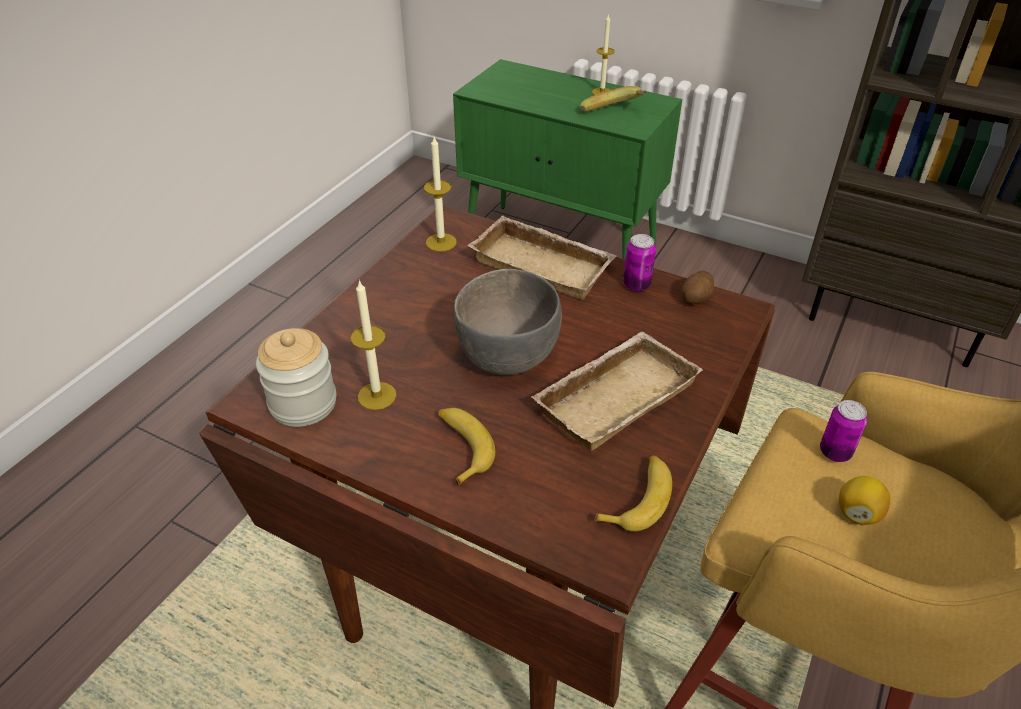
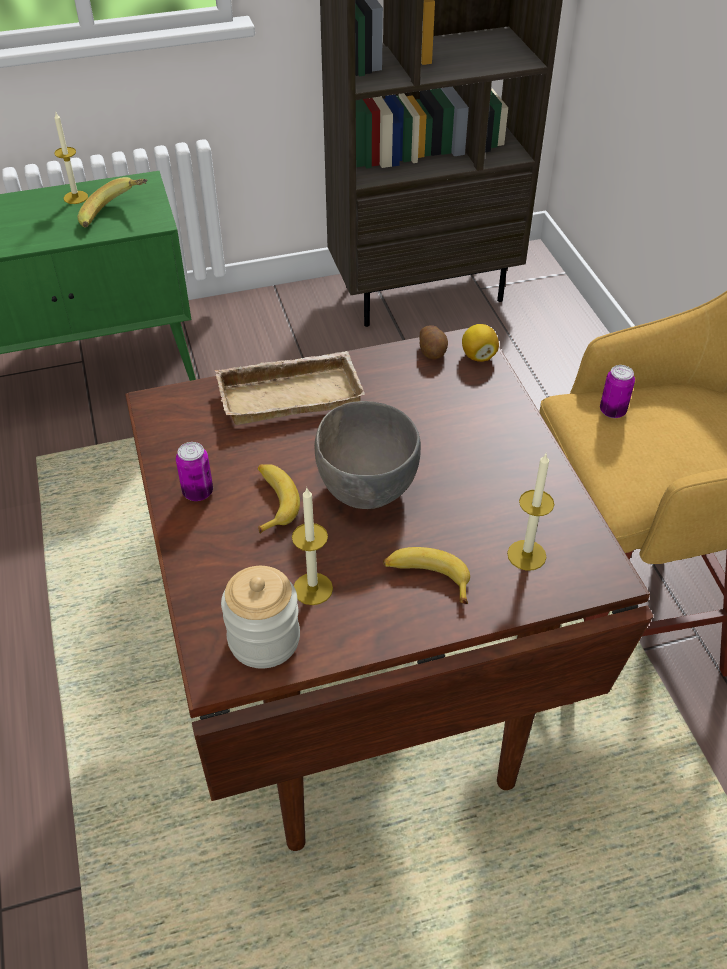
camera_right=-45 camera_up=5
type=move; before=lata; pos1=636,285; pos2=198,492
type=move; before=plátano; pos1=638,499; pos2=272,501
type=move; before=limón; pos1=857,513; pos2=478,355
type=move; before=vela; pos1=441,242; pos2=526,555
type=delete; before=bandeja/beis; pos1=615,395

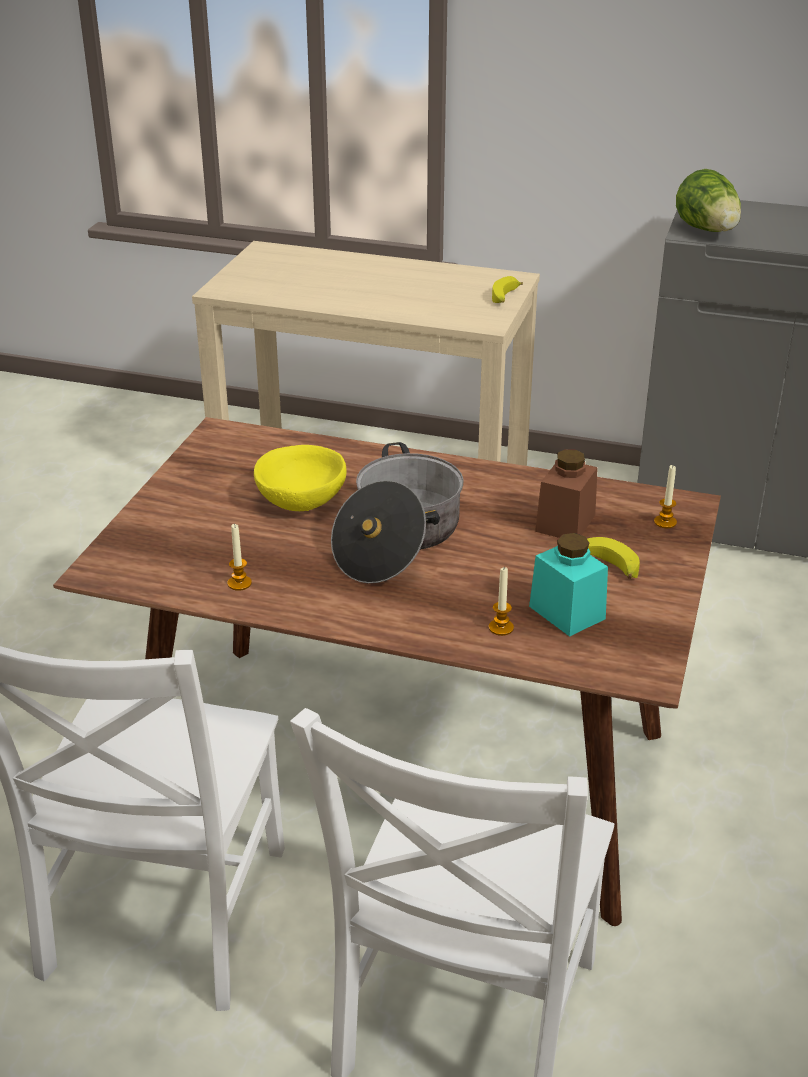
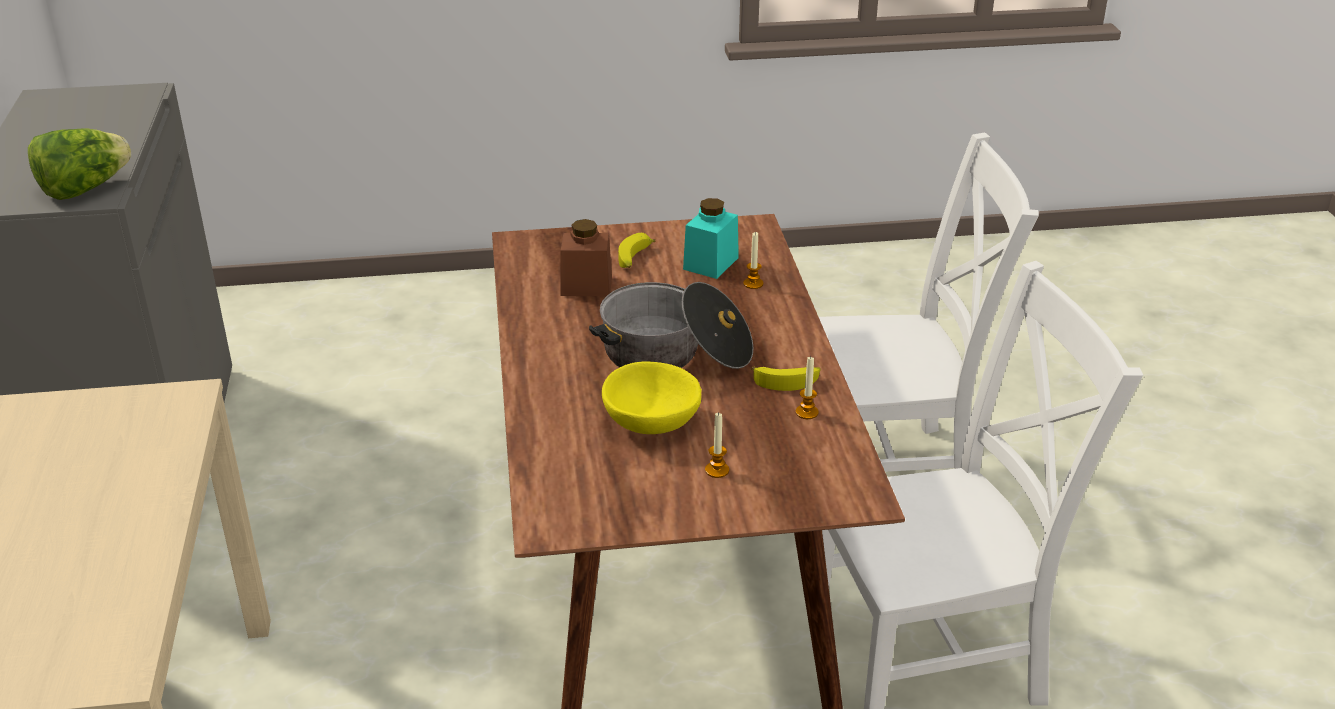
camera_right=-115 camera_up=0
type=move; before=vela; pos1=665,522; pos2=717,470
type=move; before=plátano; pos1=505,298; pos2=787,381

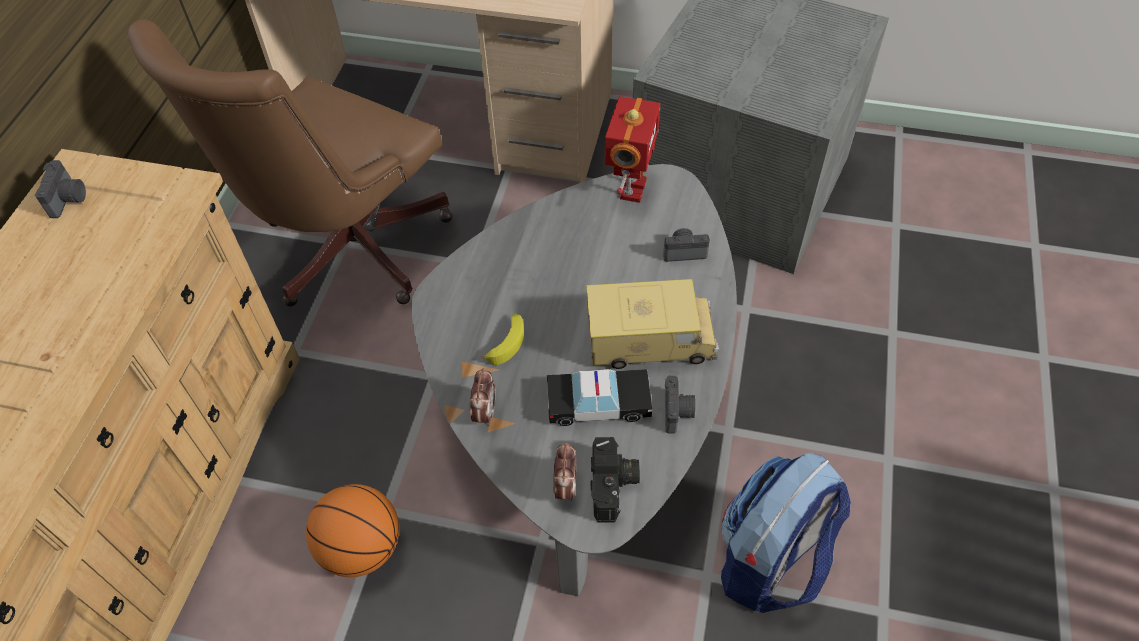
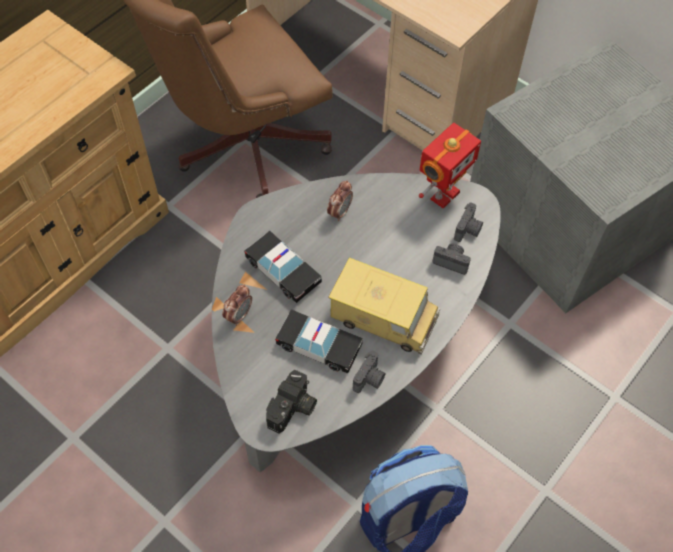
camera_right=25 camera_up=5
type=replace; before=plátano; after=coche de juguete; pos1=506,342; pos2=283,271
type=move; before=despertador; pos1=565,487; pos2=339,212
type=move; before=cámara; pos1=69,199; pos2=468,230
type=delete; before=balón de baloncesto; pos1=362,548

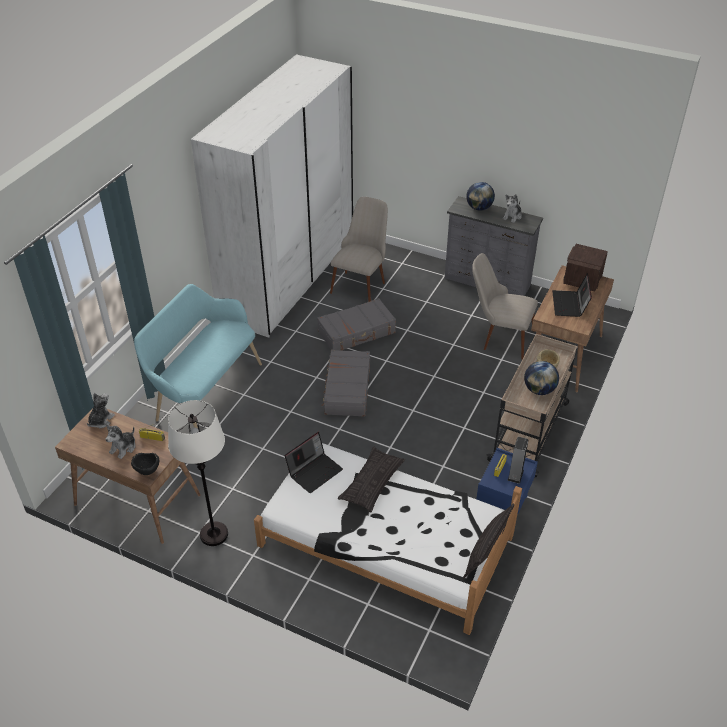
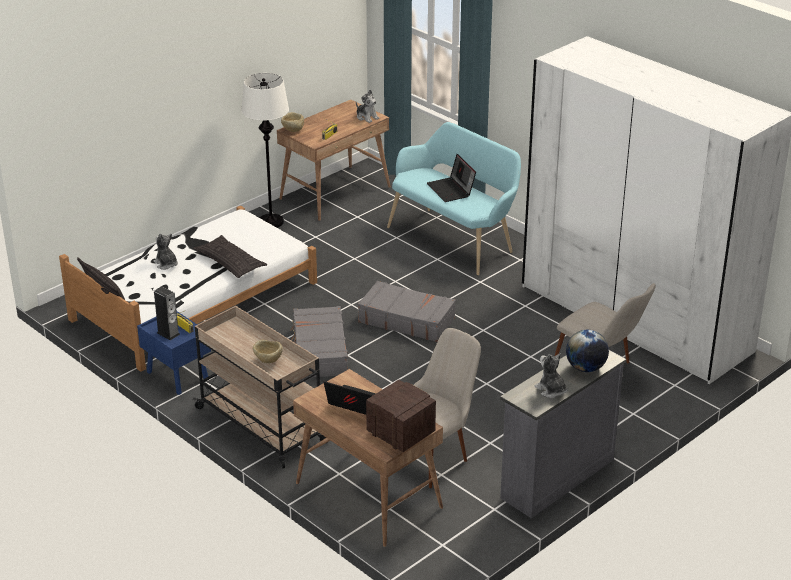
camera_right=110 camera_up=-10
type=move; before=peluche; pos1=123,448; pos2=166,264
type=recolor; before=cuenco/negro; after=cuenco/beis; pos1=147,471; pos2=293,130
type=move; before=maleta/gris; pos1=357,332; pos2=319,351
type=move; before=portátil; pos1=314,471; pos2=451,190
type=delete; before=globo terráqueo; pos1=539,390

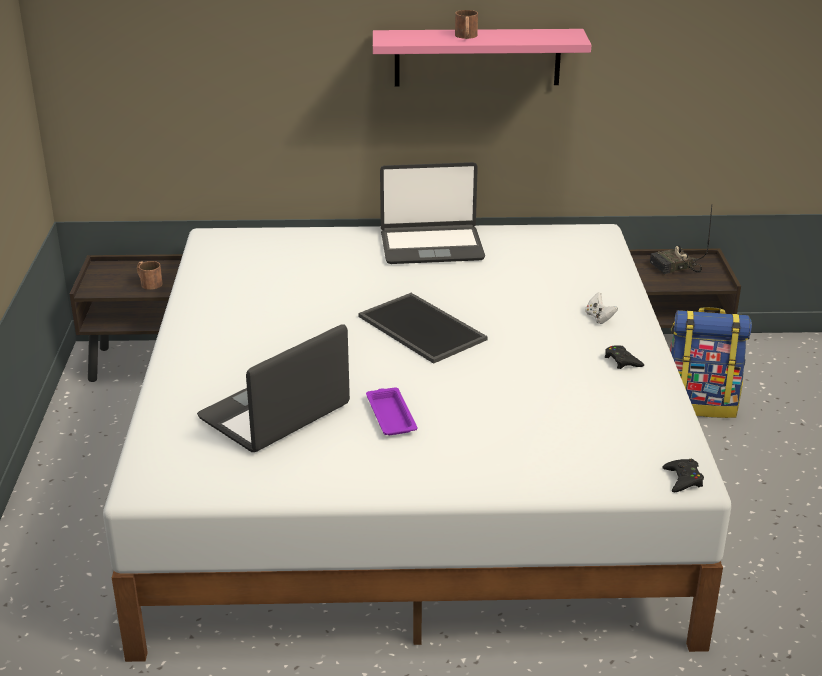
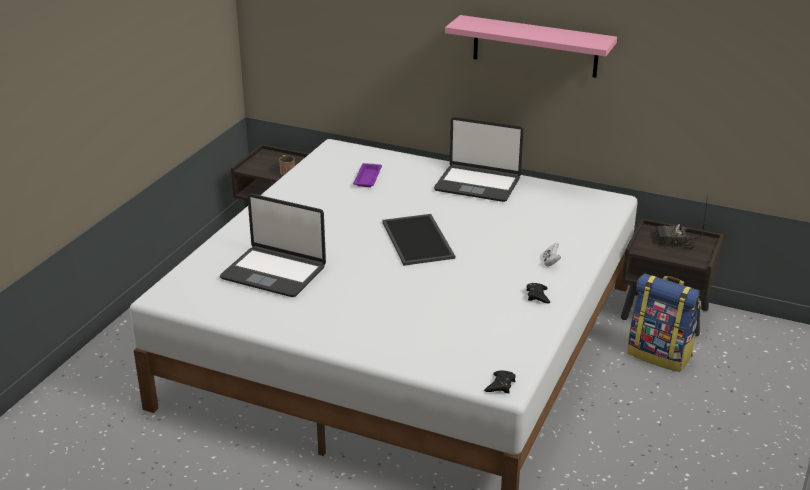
camera_right=25 camera_up=0
type=rotate; before=portátil; pos1=275,413; pos2=274,272; turn=-135
type=move; before=bandeja/morado; pos1=390,415; pos2=368,177
type=delete; before=taza grande/marrón; pos1=466,37

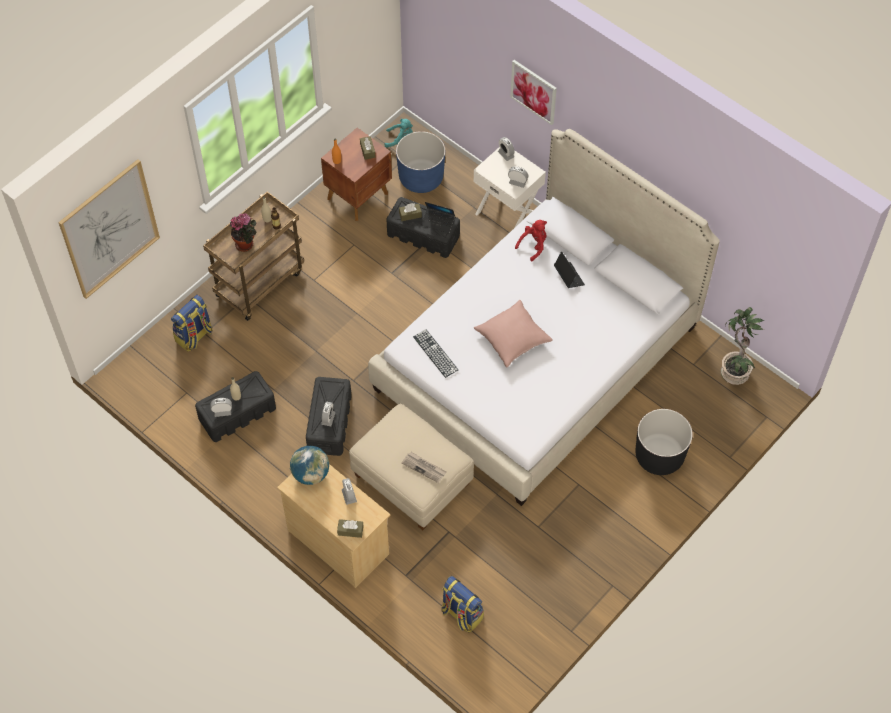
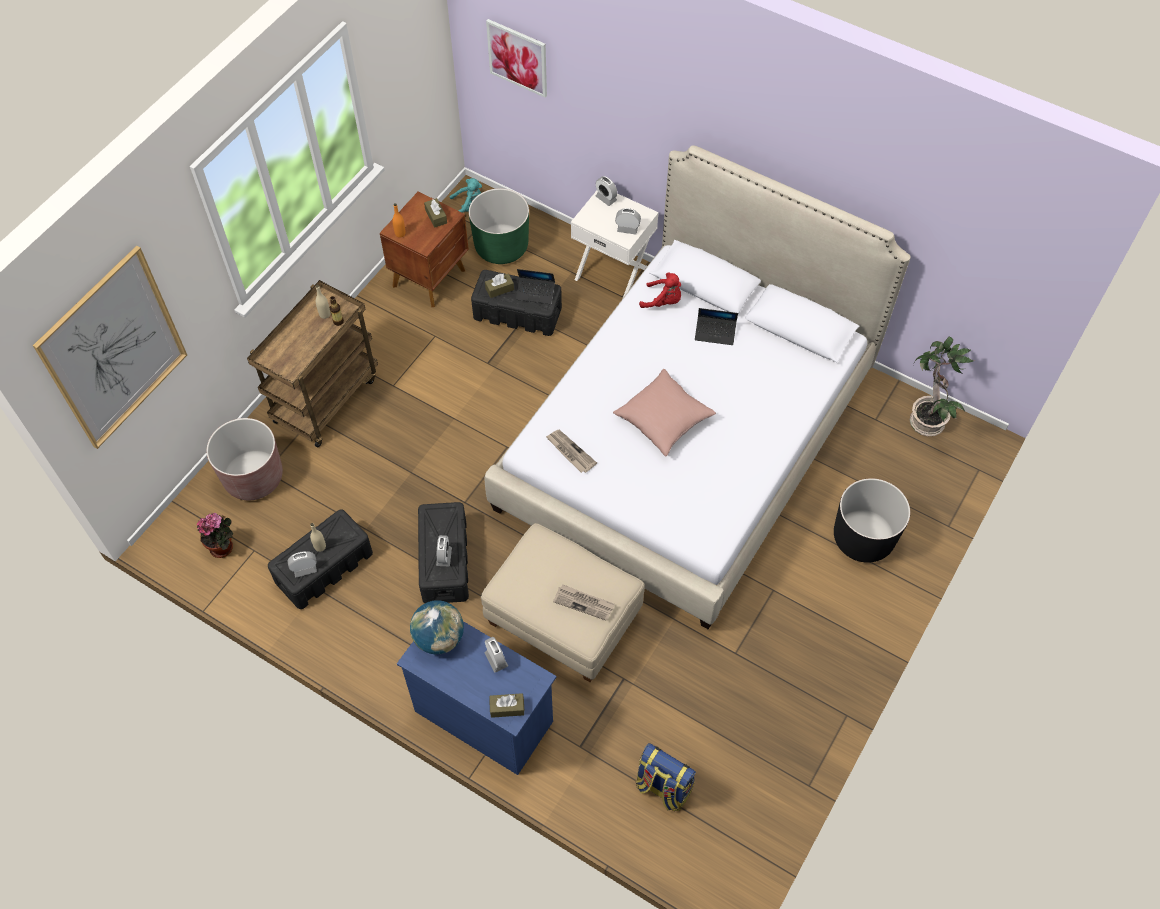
camera_right=-10 camera_up=0
type=move; before=planta en maceta; pos1=246,244; pos2=223,547
type=replace; before=mochila; after=maceta/marrón; pos1=194,336; pos2=253,477
type=recolor; before=cómoda/beis; after=cómoda/azul; pos1=338,541; pos2=483,715
type=recolor; before=maceta/azul; after=maceta/verde; pos1=421,178; pos2=501,246
type=move; before=cuadro; pos1=534,91; pos2=517,57
type=replace; before=teclado; after=periódico; pos1=435,353; pos2=570,452
type=rotate; before=peluche/rojo; pos1=533,245; pos2=663,301; turn=75
type=rotate; before=portátil; pos1=568,277; pos2=715,333; turn=135

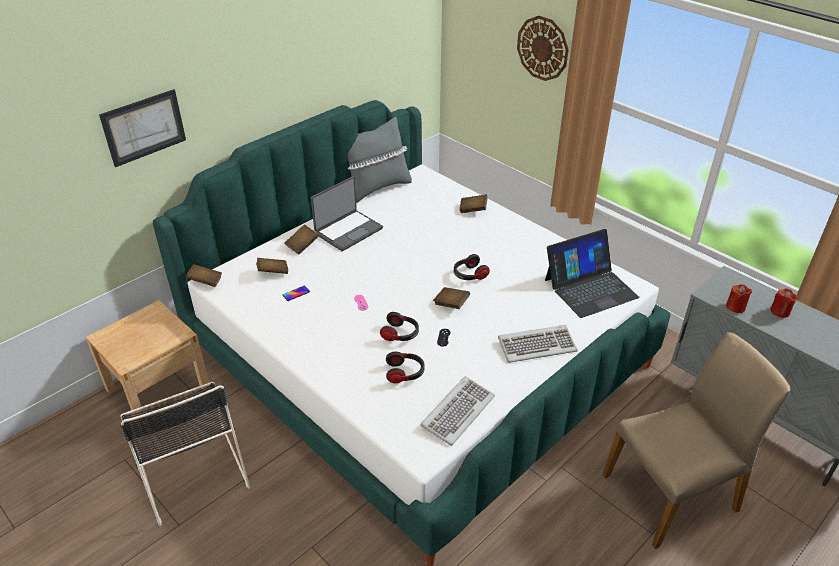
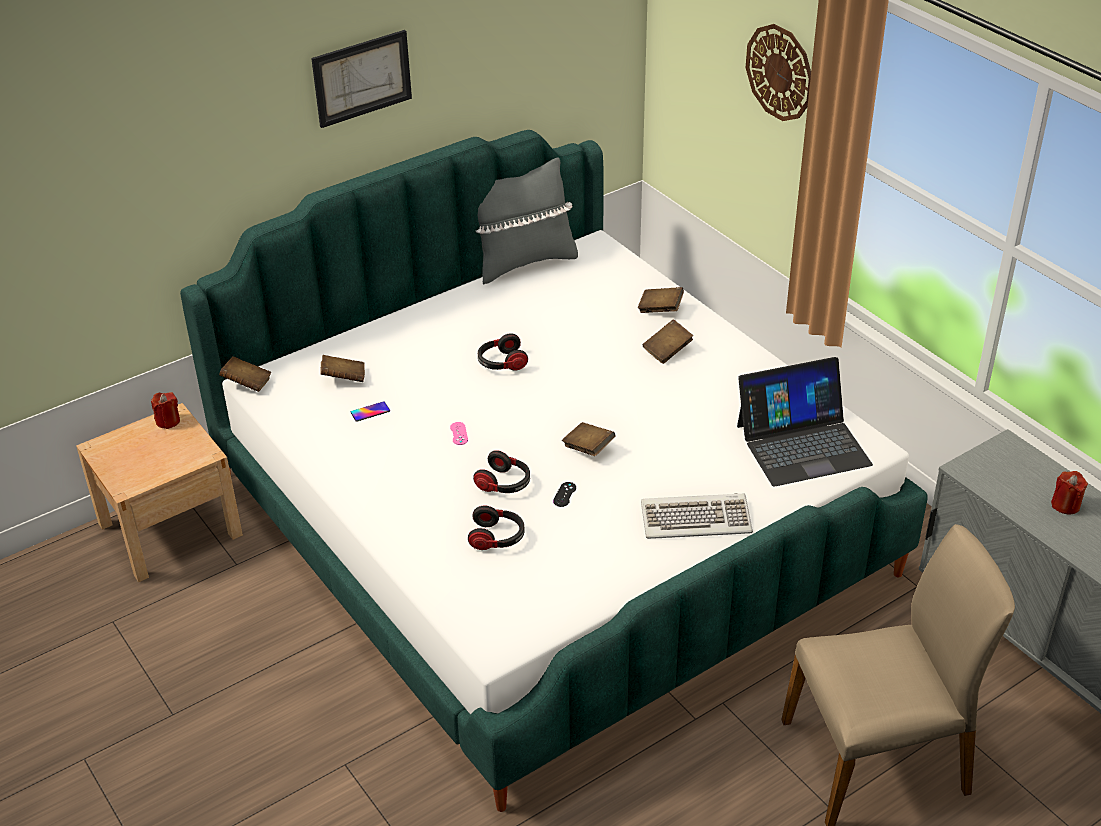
camera_right=10 camera_up=0
type=move; before=vela/rojo; pos1=735,307; pos2=168,421
type=move; before=cuadro; pos1=144,127; pos2=362,78
type=move; before=auriculares; pos1=469,275; pos2=501,363
type=move; before=libro/marrón; pos1=302,245; pos2=667,351
type=delete; before=silla/negro; pos1=192,470
type=delete; before=portátil; pos1=348,231
type=delete; before=teclado; pos1=457,412

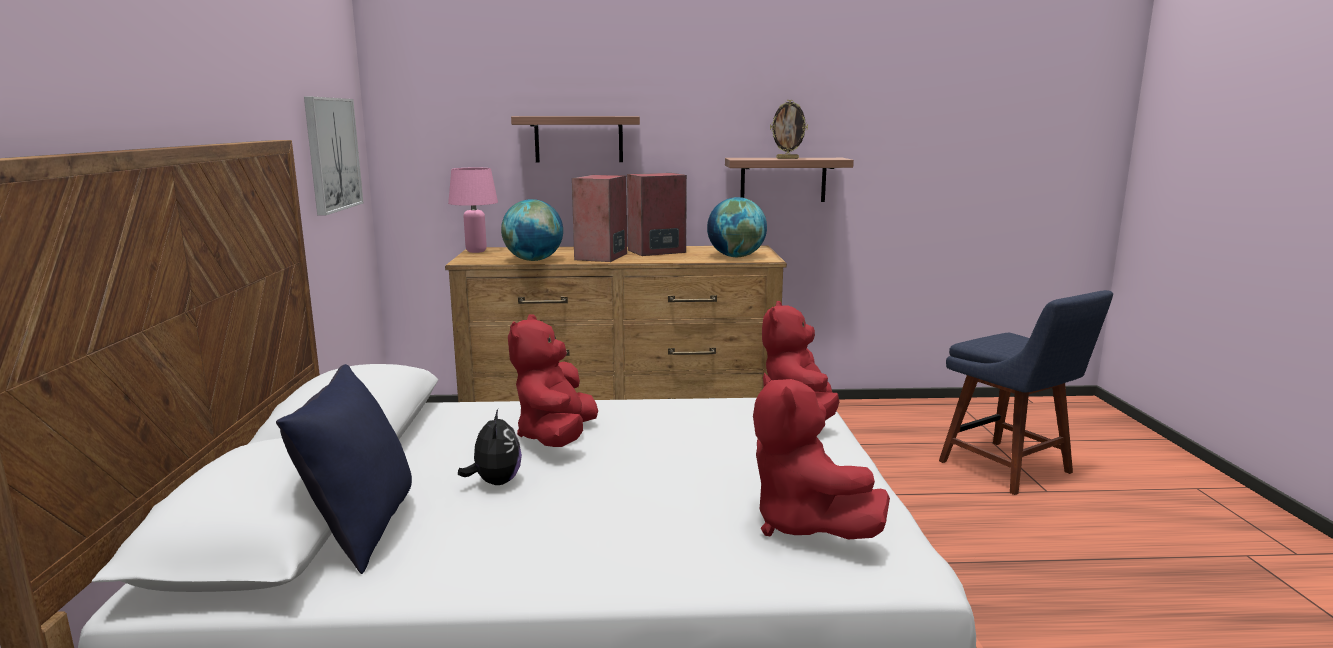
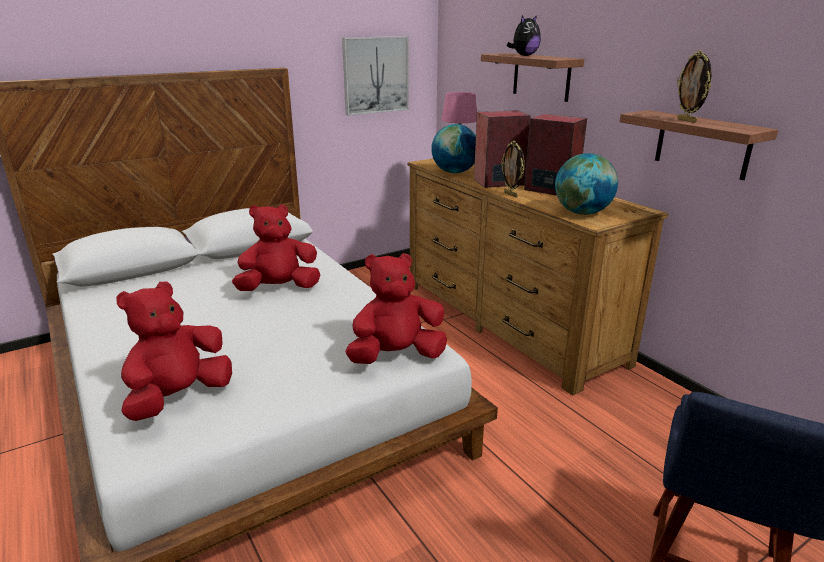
camera_right=60 camera_up=10
type=insert; after=portarretratos; pos2=511,194
type=move; before=peluche; pos1=495,482; pos2=524,55
type=delete; before=cojín/azul; pos1=360,531

